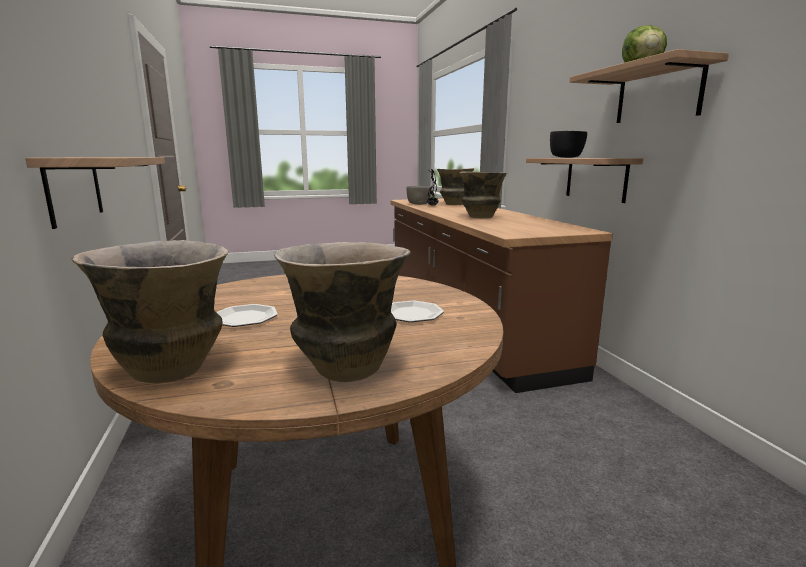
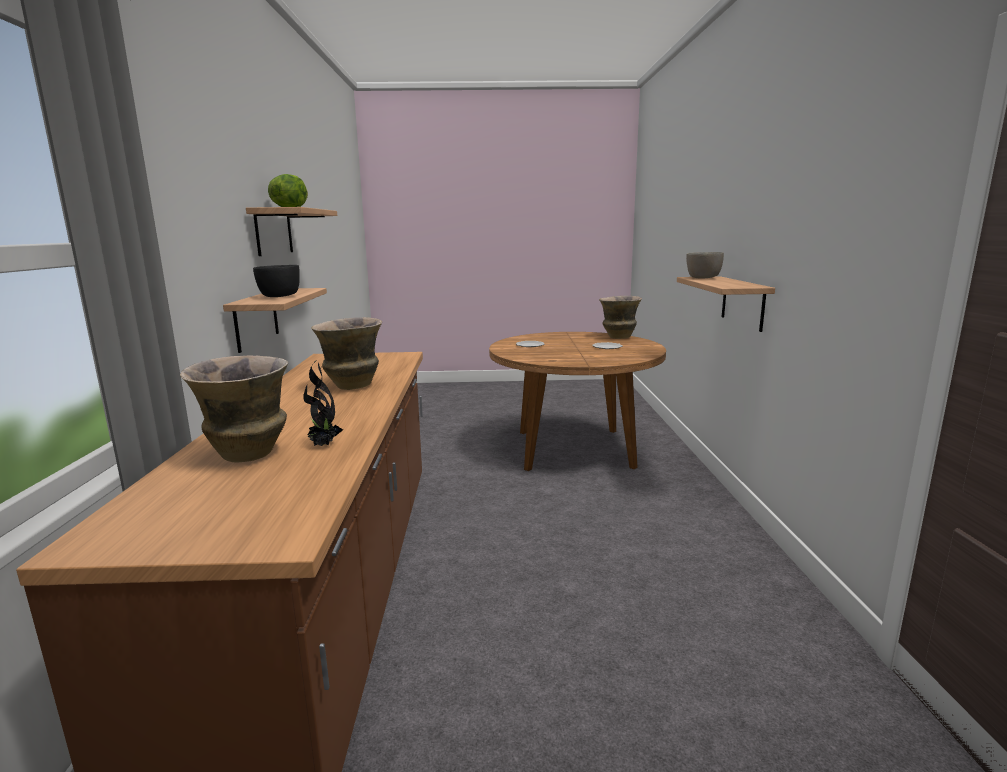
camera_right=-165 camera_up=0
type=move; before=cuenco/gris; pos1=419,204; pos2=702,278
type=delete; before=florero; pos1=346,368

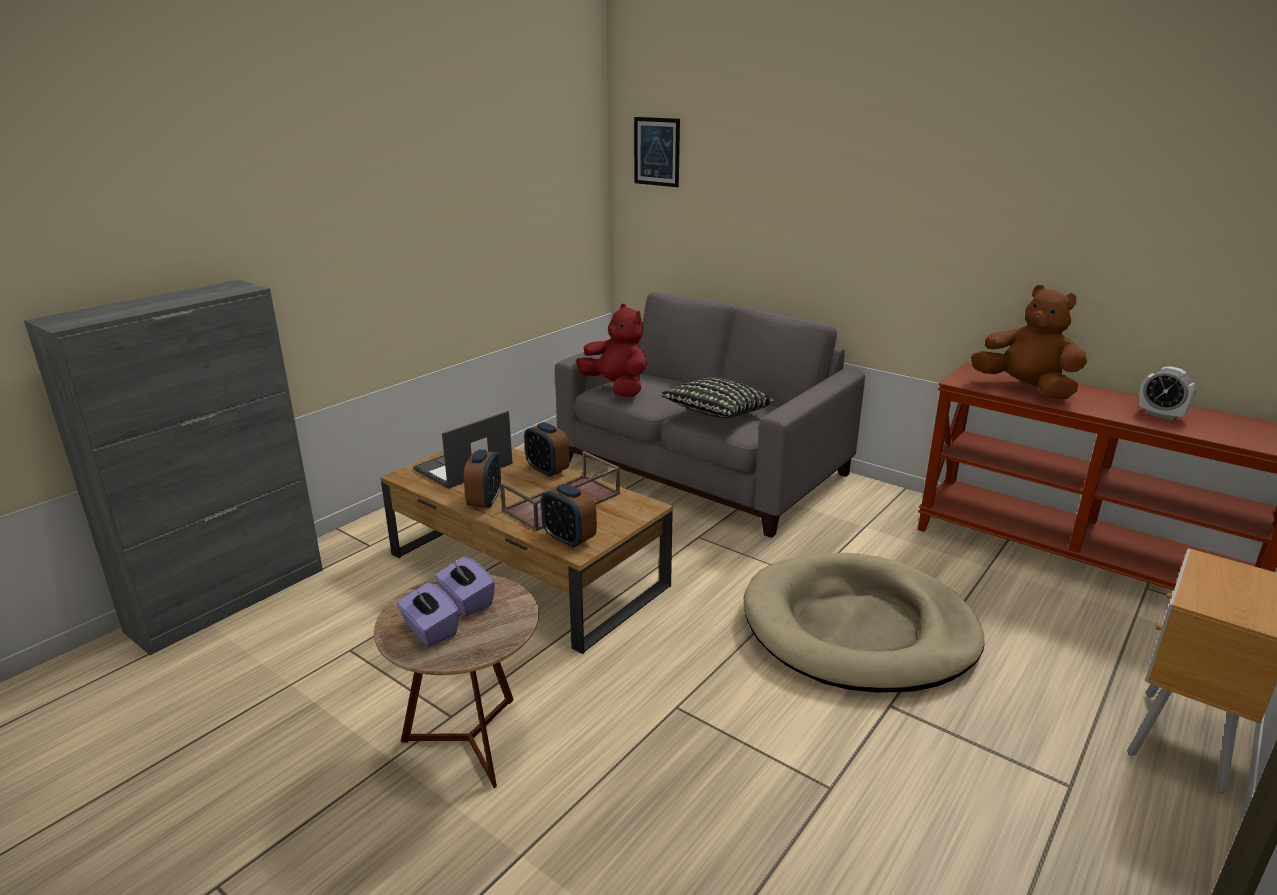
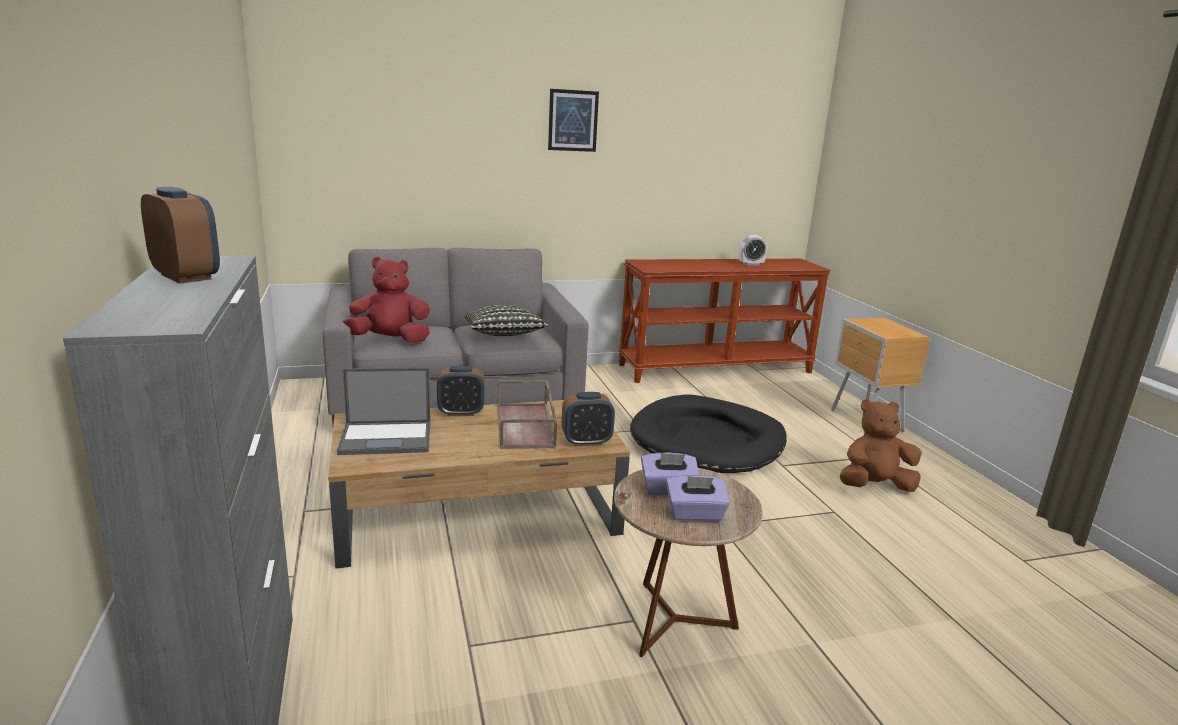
camera_right=-55 camera_up=-5
type=move; before=despertador; pos1=485,501; pos2=186,277
type=rotate; before=portátil; pos1=462,467; pos2=387,438; turn=-90
type=move; before=cuadro; pos1=656,151; pos2=573,120
type=recolor; before=cama para perro/beis; after=cama para perro/negro; pos1=858,629; pos2=707,441
type=move; before=peluche/marrón; pos1=1025,389; pos2=874,486

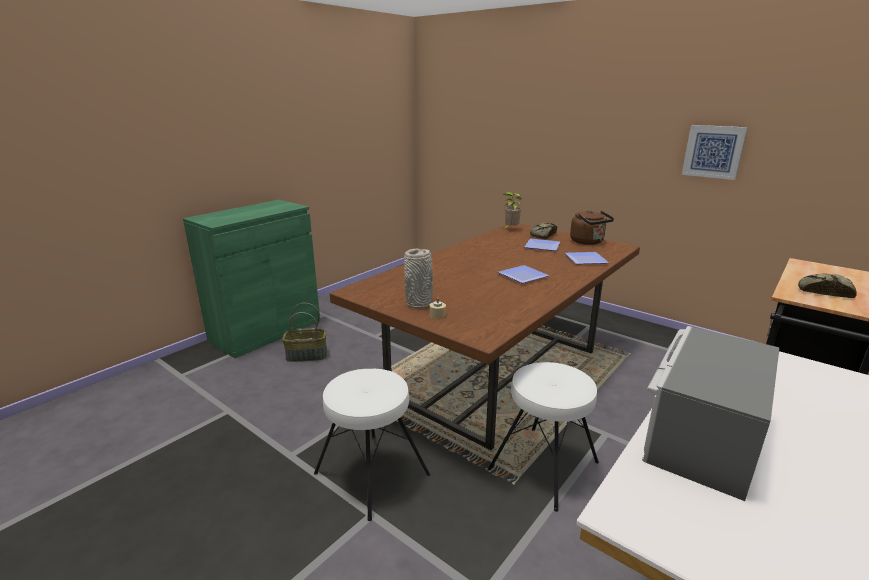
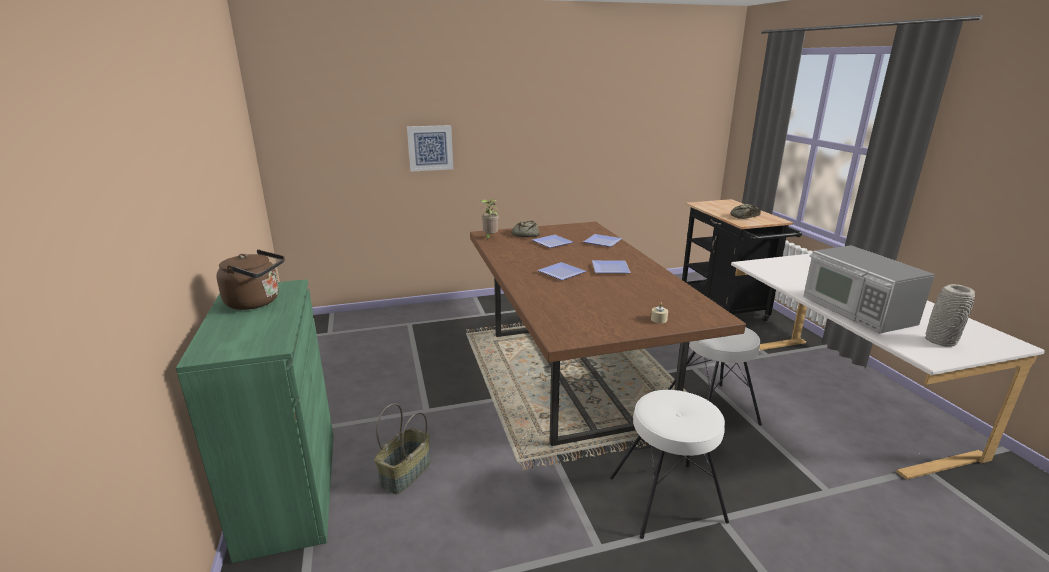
camera_right=-55 camera_up=0
type=move; before=hervidor/marrón; pos1=588,242; pos2=257,302
type=move; before=cuadro; pos1=713,151; pos2=430,148
type=insert; after=plato; pos2=559,273
type=move; before=florero/gris; pos1=419,304; pos2=940,340

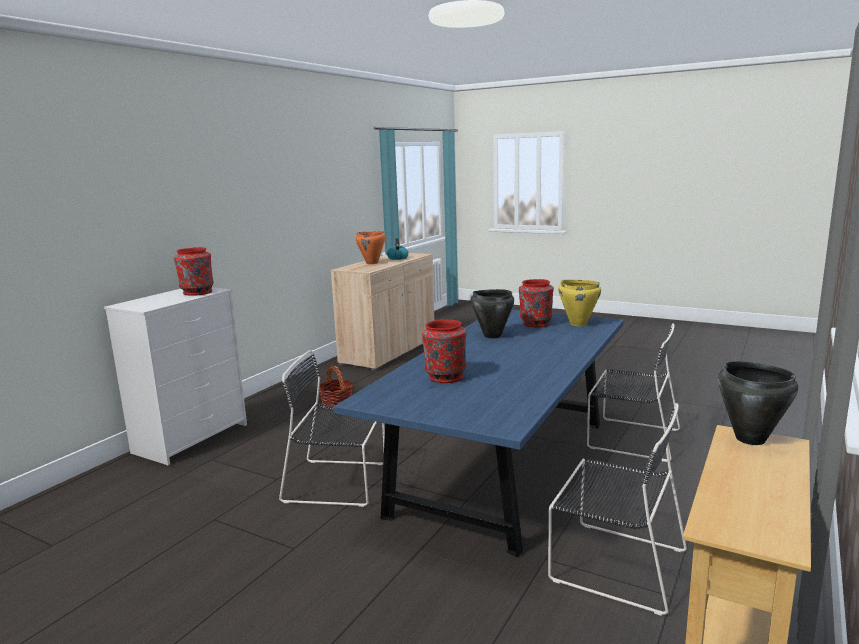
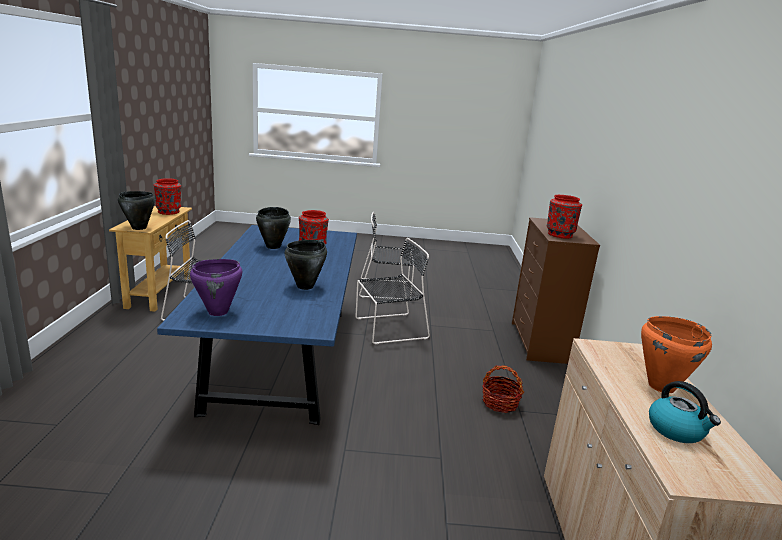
camera_right=150 camera_up=5
type=move; before=florero/rojo; pos1=535,324; pos2=169,212
type=recolor; before=olla/amarillo; after=olla/morado; pos1=578,324; pos2=218,312
type=insert; after=olla/negro; pos2=273,246
type=move; before=silla/negro; pos1=630,438; pos2=387,289
type=recolor; before=cómoda/blanco; after=cómoda/marrón; pos1=192,438; pos2=540,343

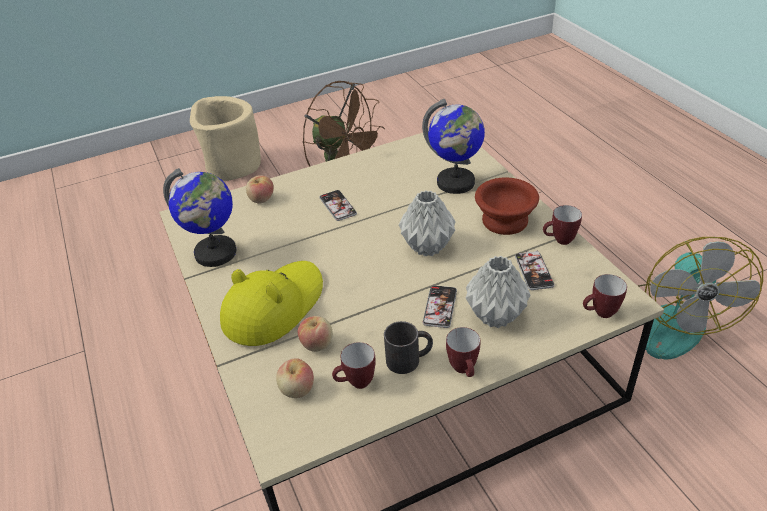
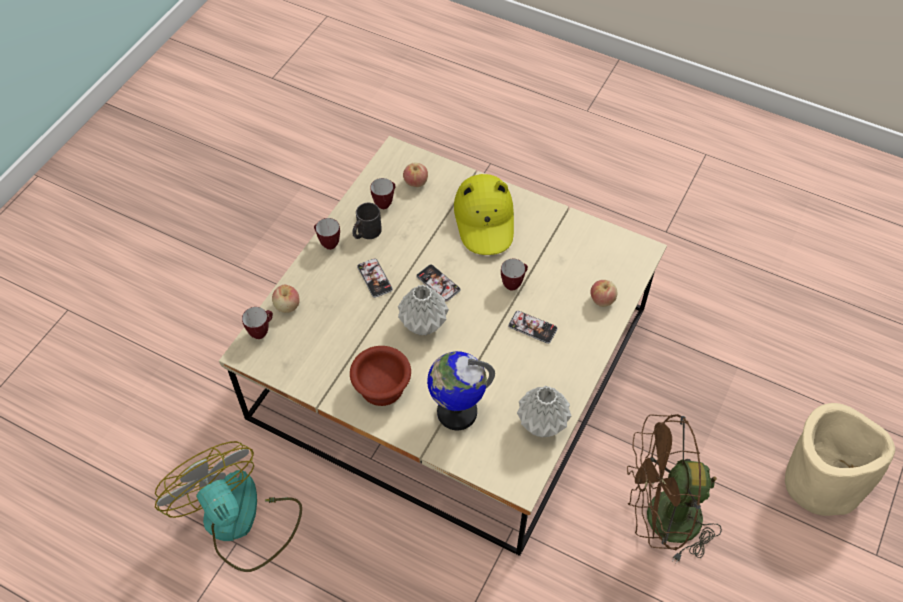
camera_right=140 camera_up=15
type=move; before=manzana; pos1=317,344; pos2=287,306
type=move; before=móvil; pos1=534,271; pos2=438,283
type=move; before=taza grande; pos1=559,241; pos2=514,283
type=move; before=florero/gris; pos1=497,316; pos2=541,425
type=delete; before=globo terráqueo; pos1=216,253

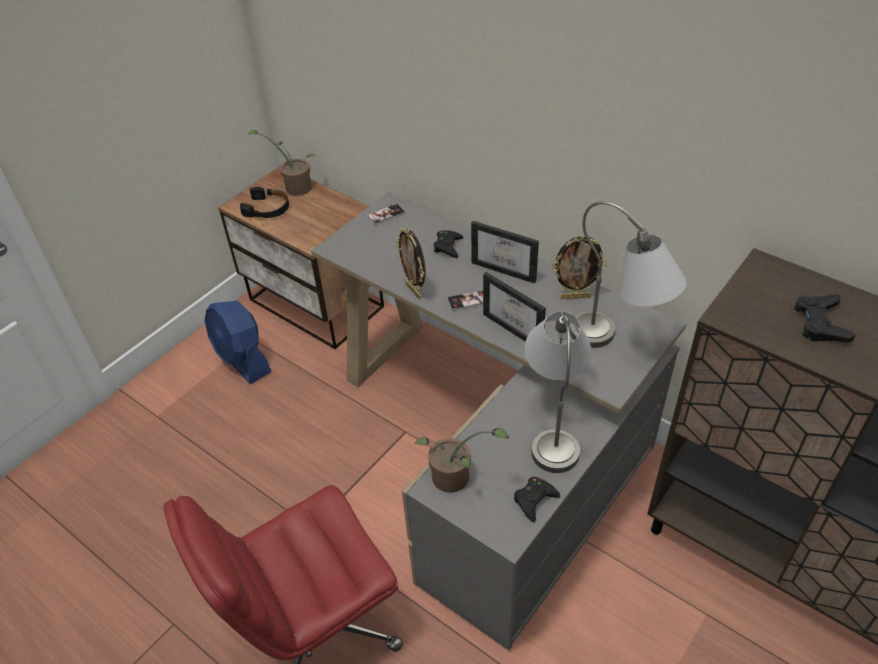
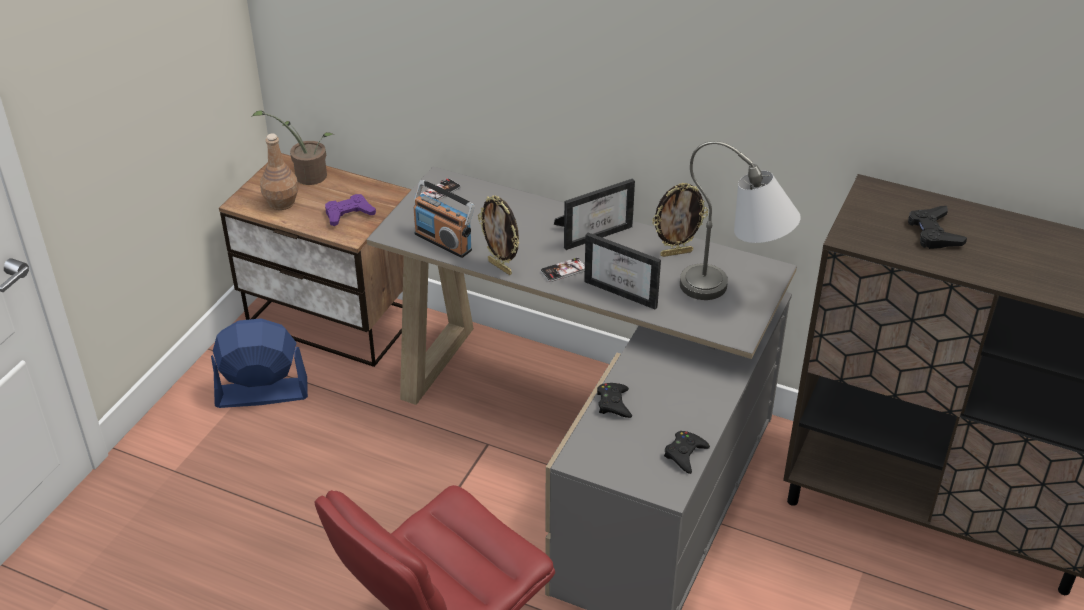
camera_right=-15 camera_up=-5
type=rotate; before=ventilador/azul; pos1=242,359; pos2=261,393; turn=135
type=replace; before=auriculares/negro; after=botella/marrón; pos1=267,209; pos2=282,203
type=insert; after=mando de consola/morado; pos2=349,214
type=insert; after=radio; pos2=444,241
type=rotate; before=portarretratos; pos1=507,268; pos2=595,232; turn=-45
type=move; before=mando de consola/negro; pos1=448,246; pos2=613,404
type=delete; before=planta en maceta; pos1=455,479
type=delete; before=lámpara de mesa/gris; pos1=554,426

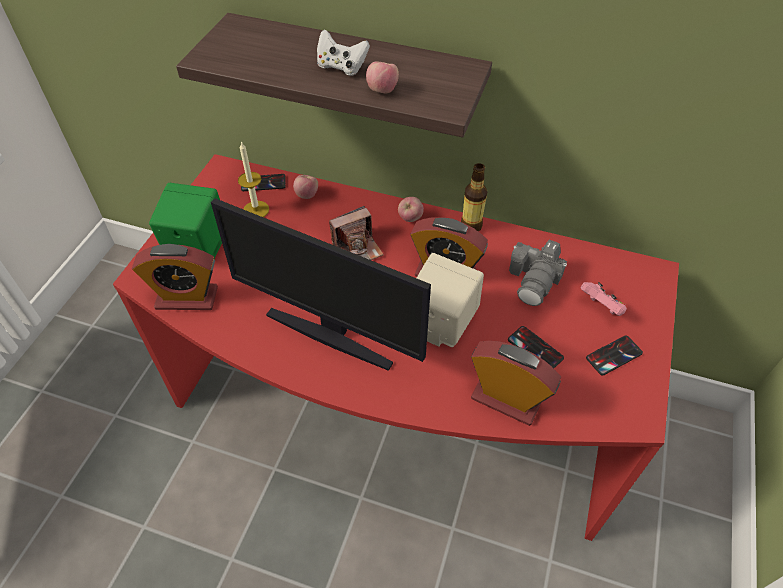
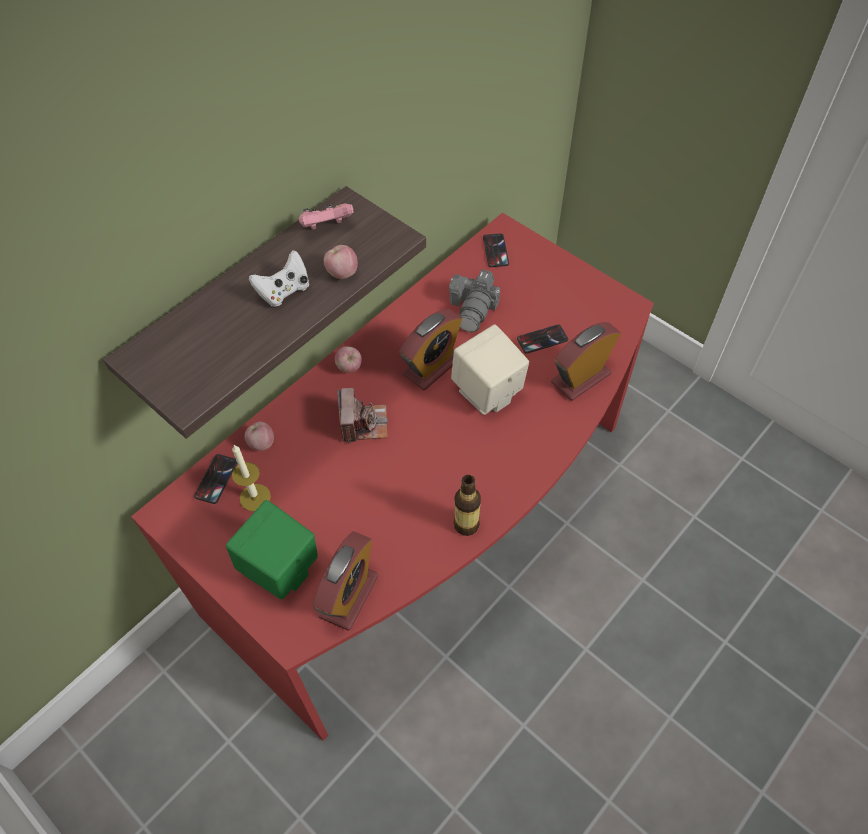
camera_right=-65 camera_up=5
type=move; before=mando de consola/rosa; pos1=601,307; pos2=327,227
type=rotate; before=cámara; pos1=534,281; pos2=473,309; turn=60
type=move; before=botella; pos1=471,226; pos2=466,525
type=move; before=móvil; pos1=614,355; pos2=495,250
type=delete; before=monitor; pos1=330,335

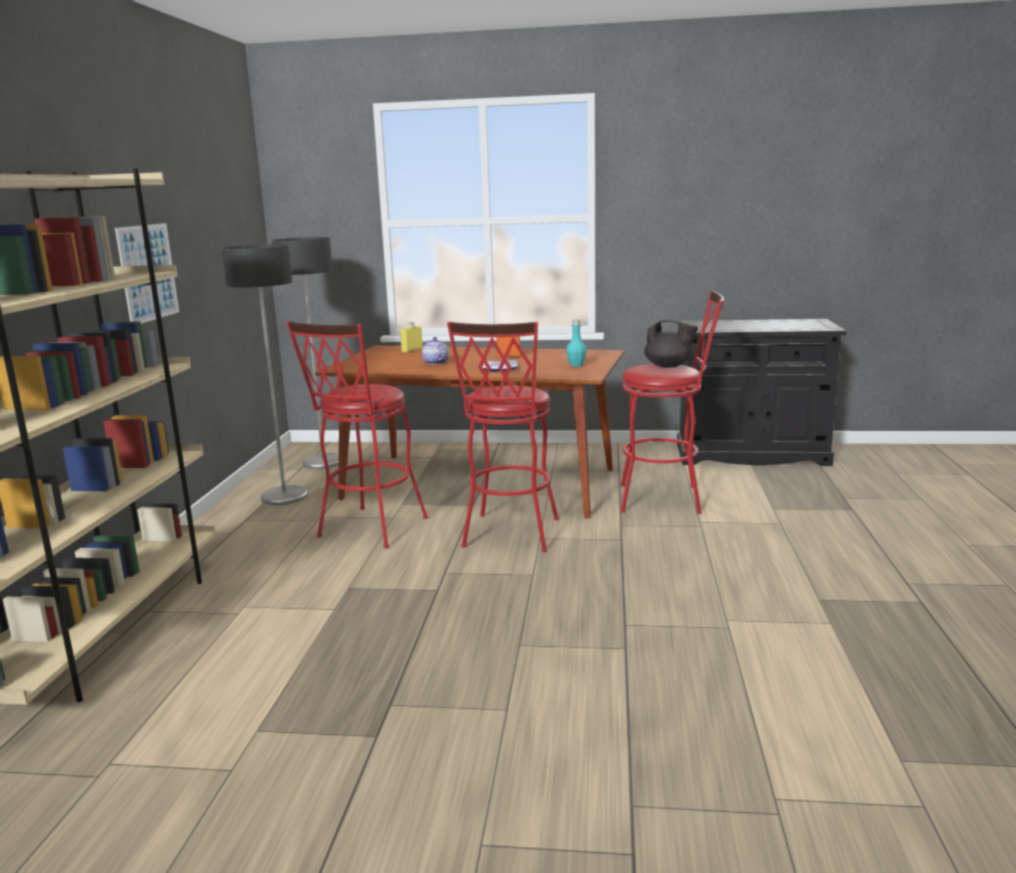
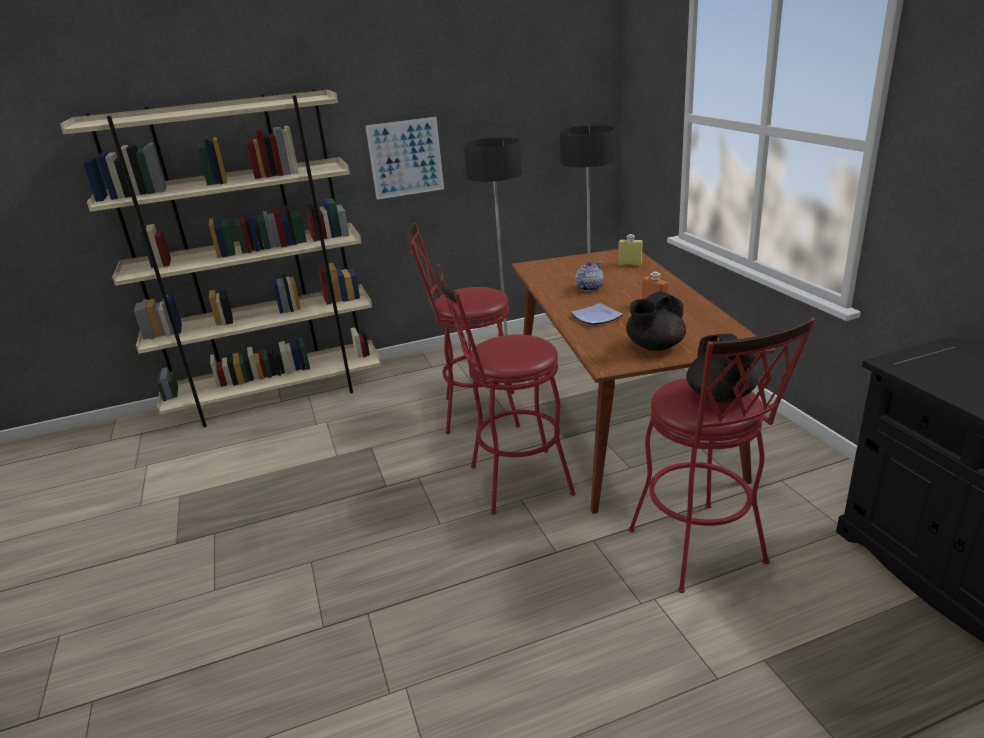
camera_right=65 camera_up=10
type=replace; before=botella/turquesa; after=tetera/negro; pos1=576,365; pos2=654,346

